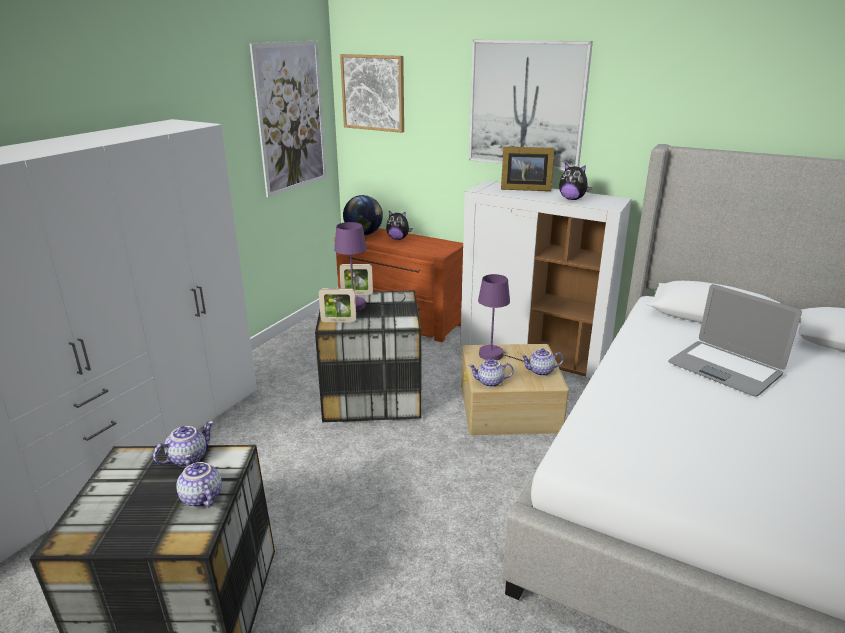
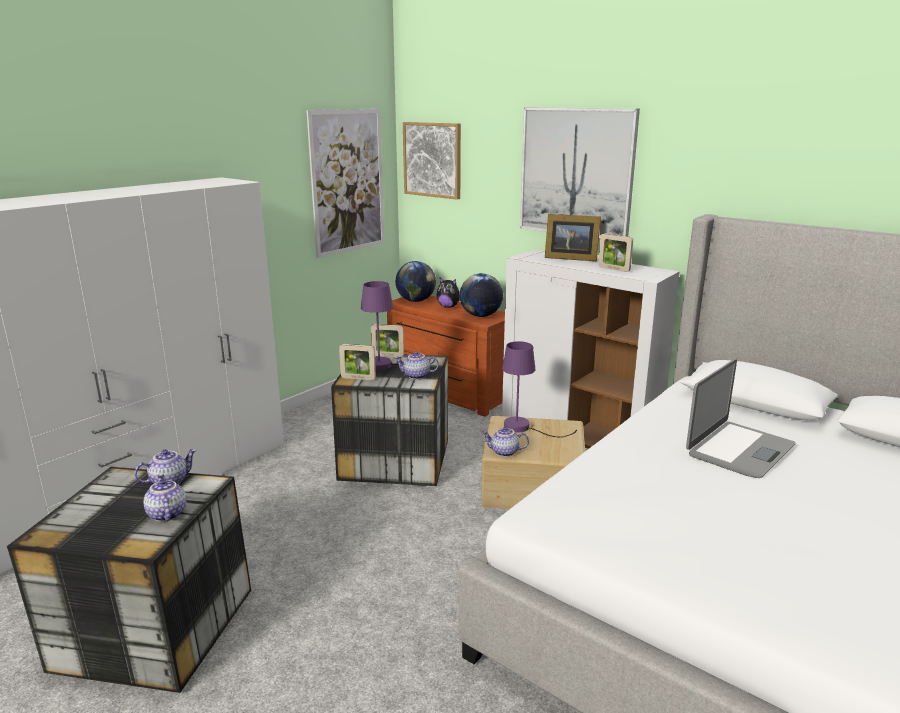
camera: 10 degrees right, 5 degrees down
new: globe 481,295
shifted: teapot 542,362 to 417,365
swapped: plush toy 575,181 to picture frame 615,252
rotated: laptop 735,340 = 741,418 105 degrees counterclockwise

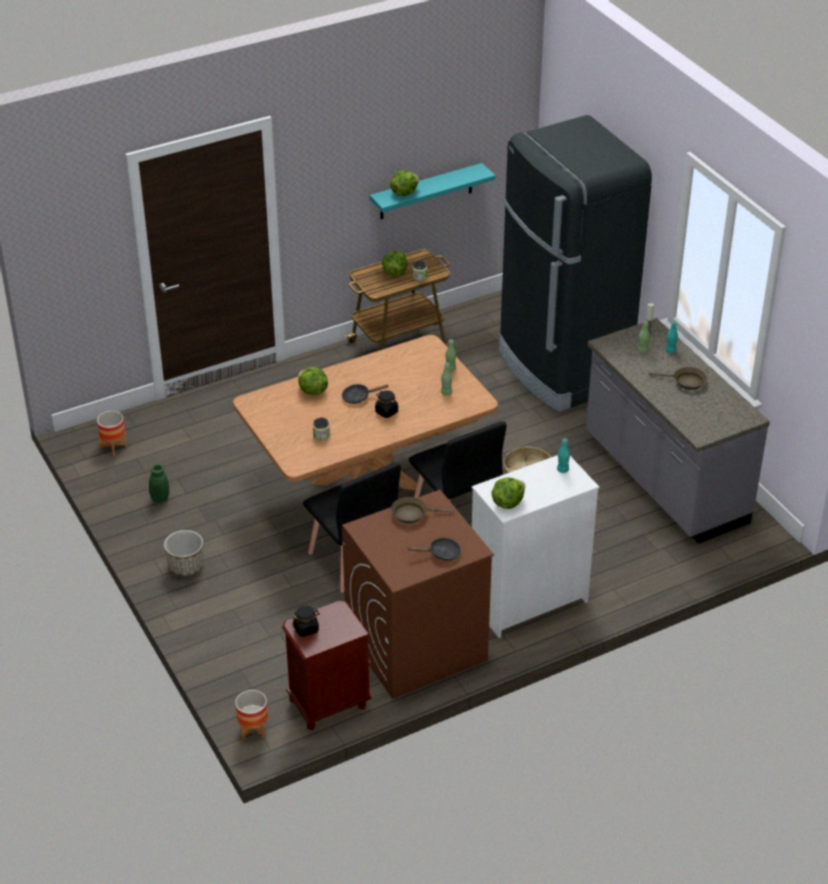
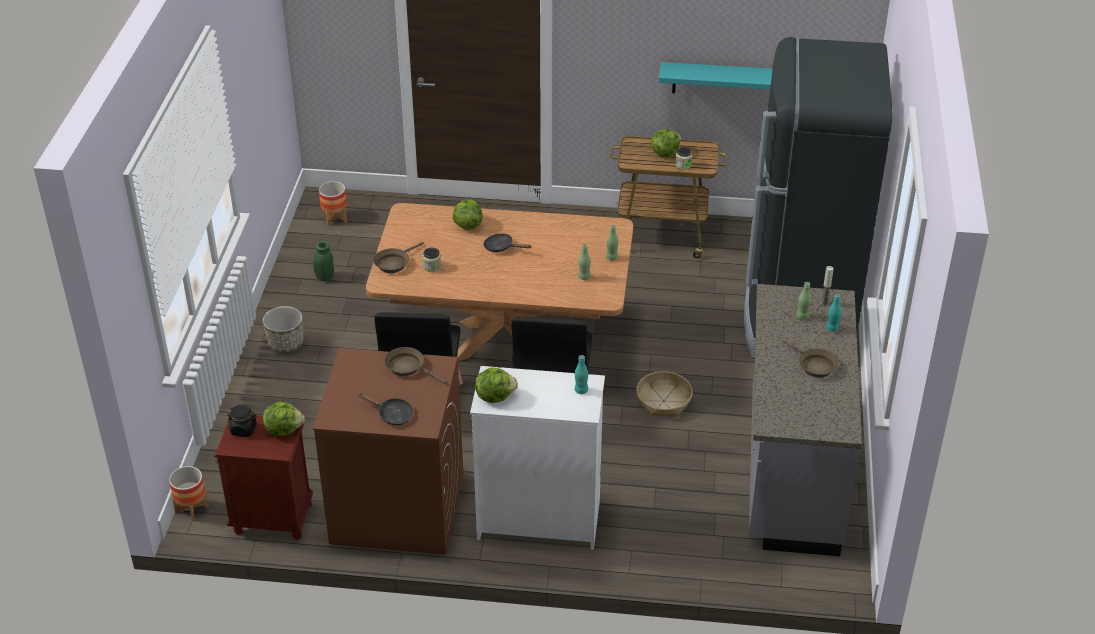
camera: 35 degrees right, 0 degrees up
gone: black jar 386,404
new: brown frying pan 398,257
shifted: lettuce 404,183 to 284,419

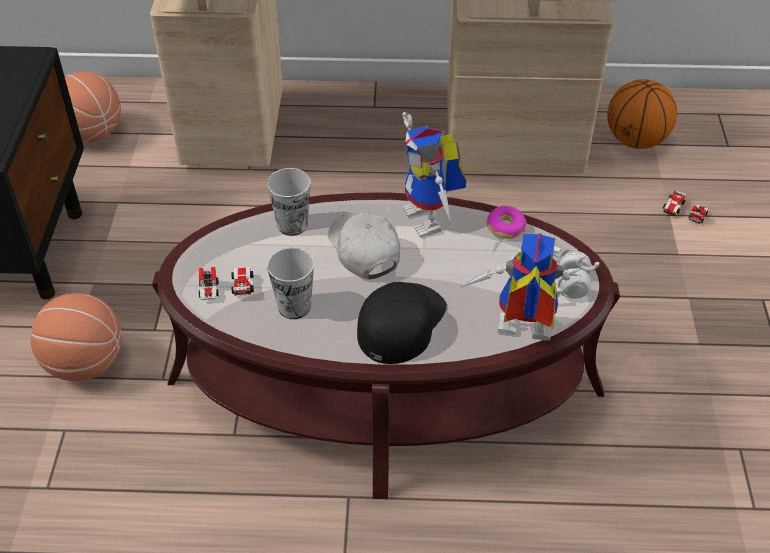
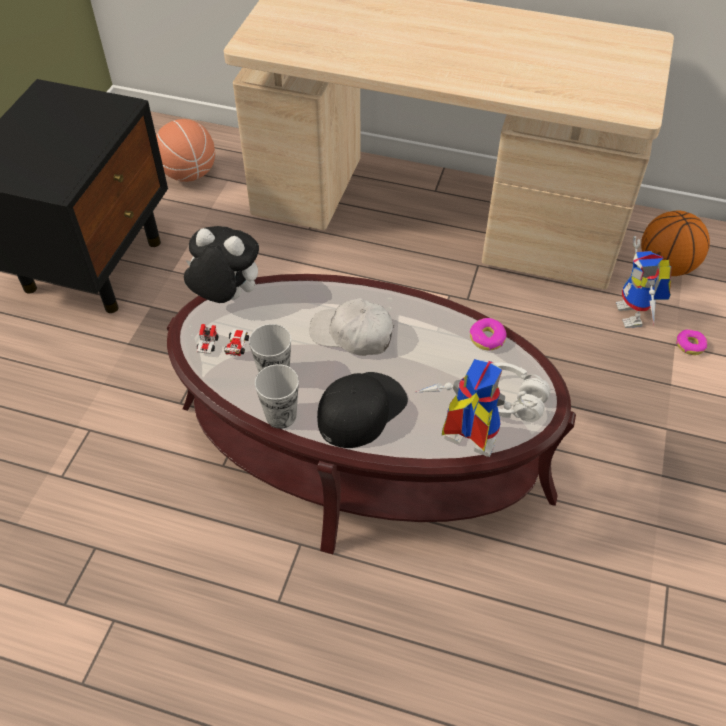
camera: 15 degrees right, 5 degrees up
gone: basketball 76,337
new: plush toy 221,264
shifted: cup 289,202 to 277,396; toy robot 434,175 to 643,282
swapped: toy car 685,207 to donut 691,342
rotated: white cap 364,246 = 351,327 60 degrees counterclockwise

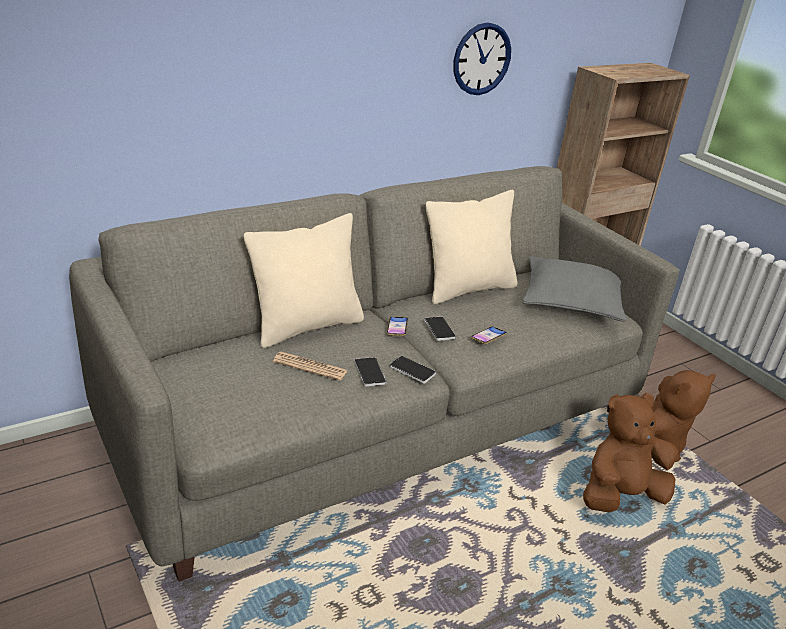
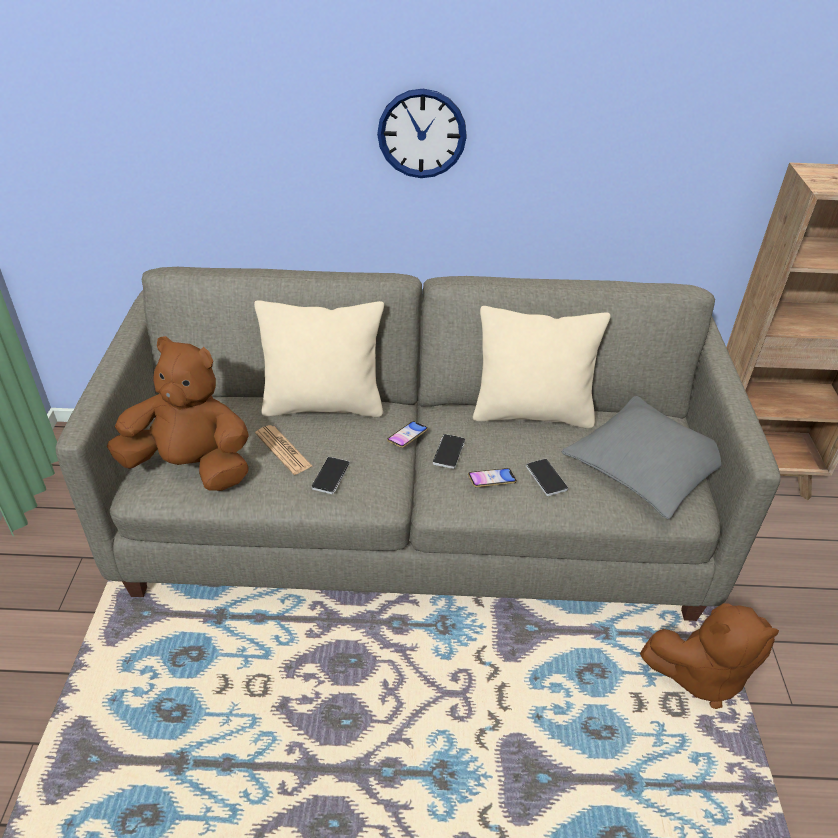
camera: 35 degrees right, 10 degrees up
shifted: phone 413,370 to 547,477; wall clock 482,58 to 422,133; brown plush toy 631,452 to 178,413

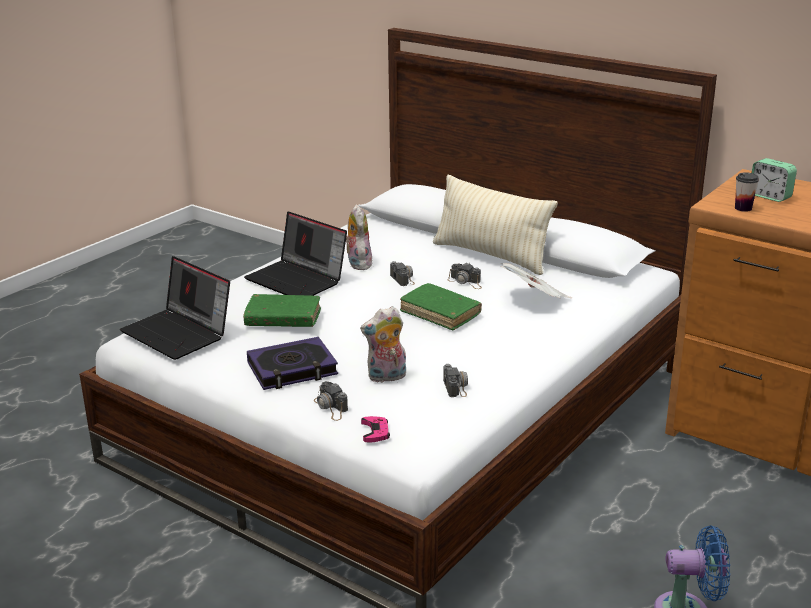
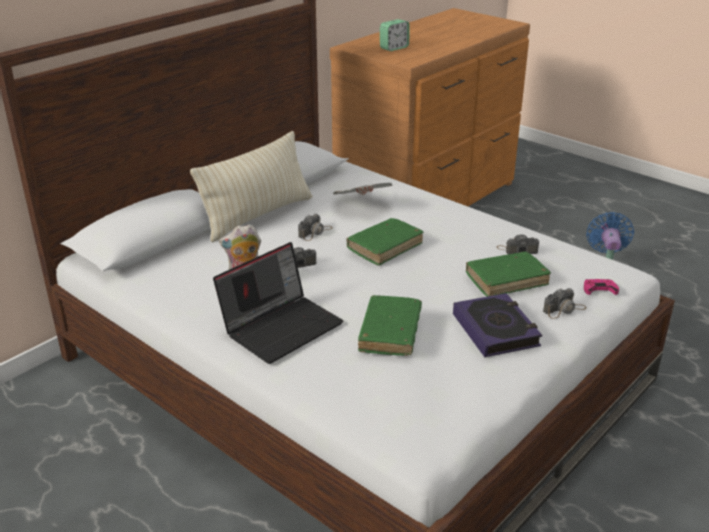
camera: 85 degrees left, 5 degrees up
gone: laptop 175,308; cup 747,192
swapped: plush toy 383,344 to green book 508,274

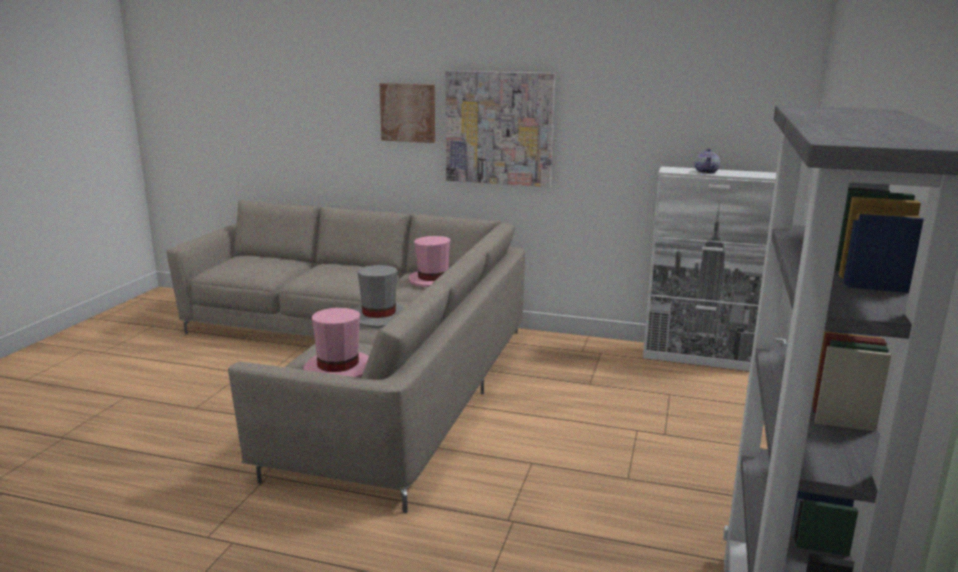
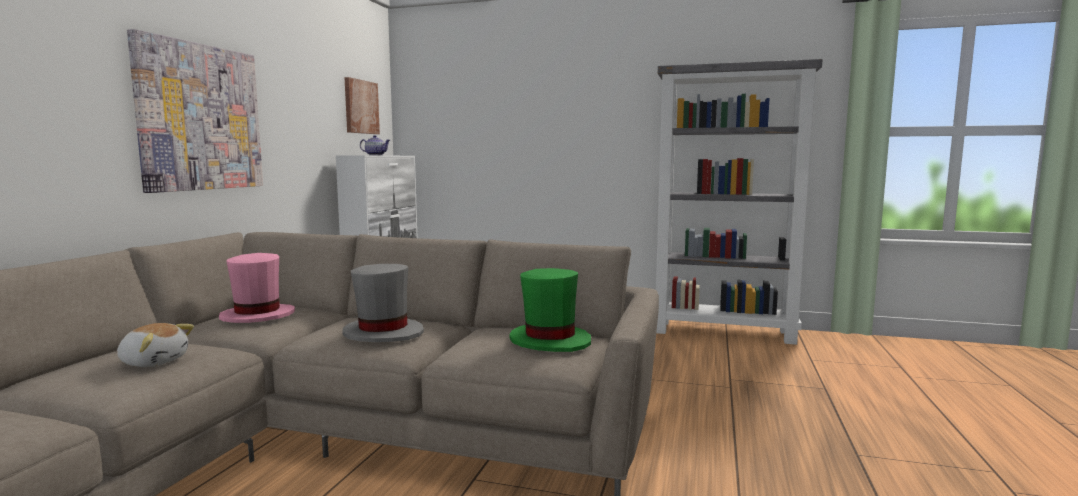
camera: 90 degrees left, 10 degrees down
new: plush toy 155,345
shifted: picture 407,113 to 362,105
repainted: pink hat 336,343 to green hat 550,310

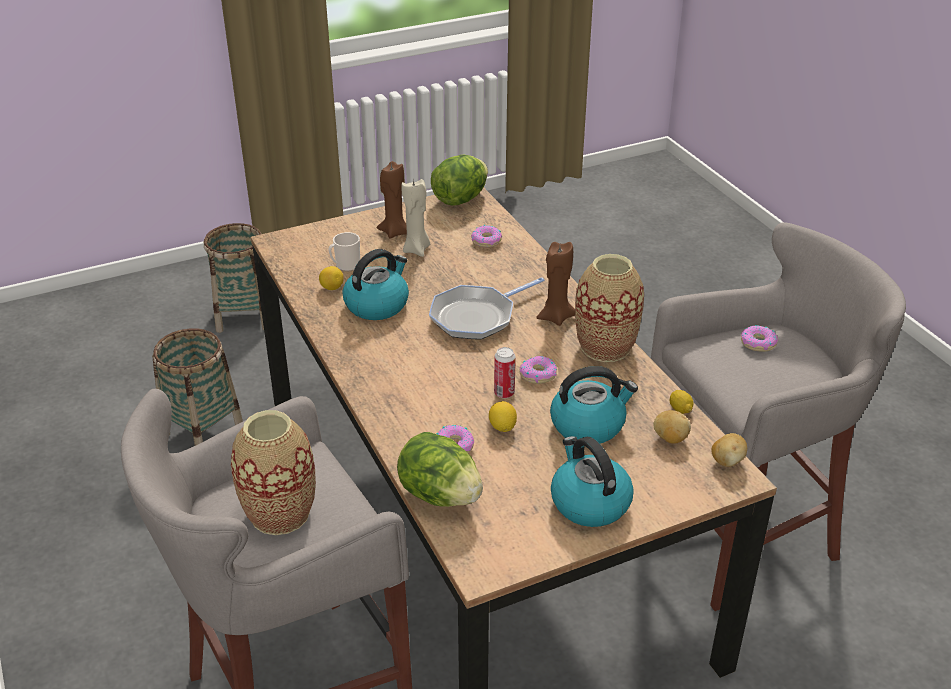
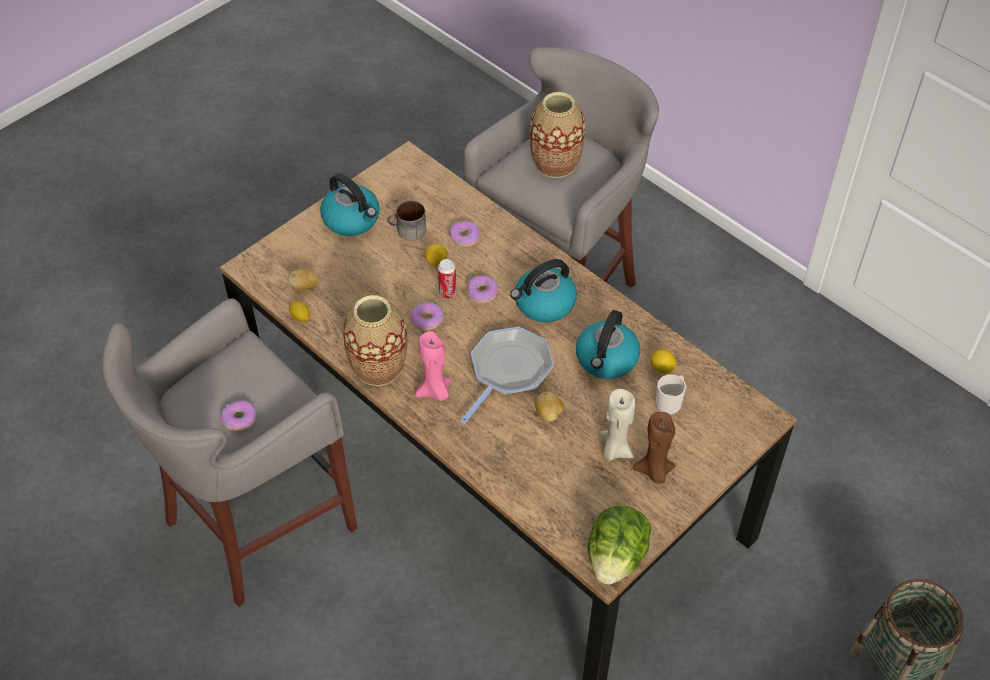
camera: 160 degrees right, 15 degrees up
gone: basket 197,387; lettuce 440,469
new: mug 406,221
shifted: donut 486,236 to 482,289; kettle 594,405 to 543,290; potato 729,450 to 549,406
repainted: brown candle 555,284 to pink candle 433,366

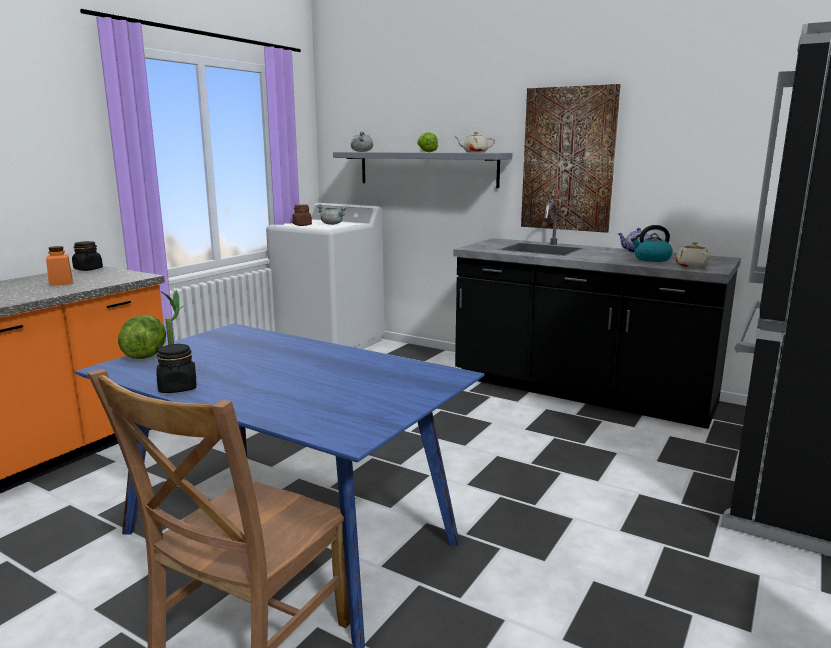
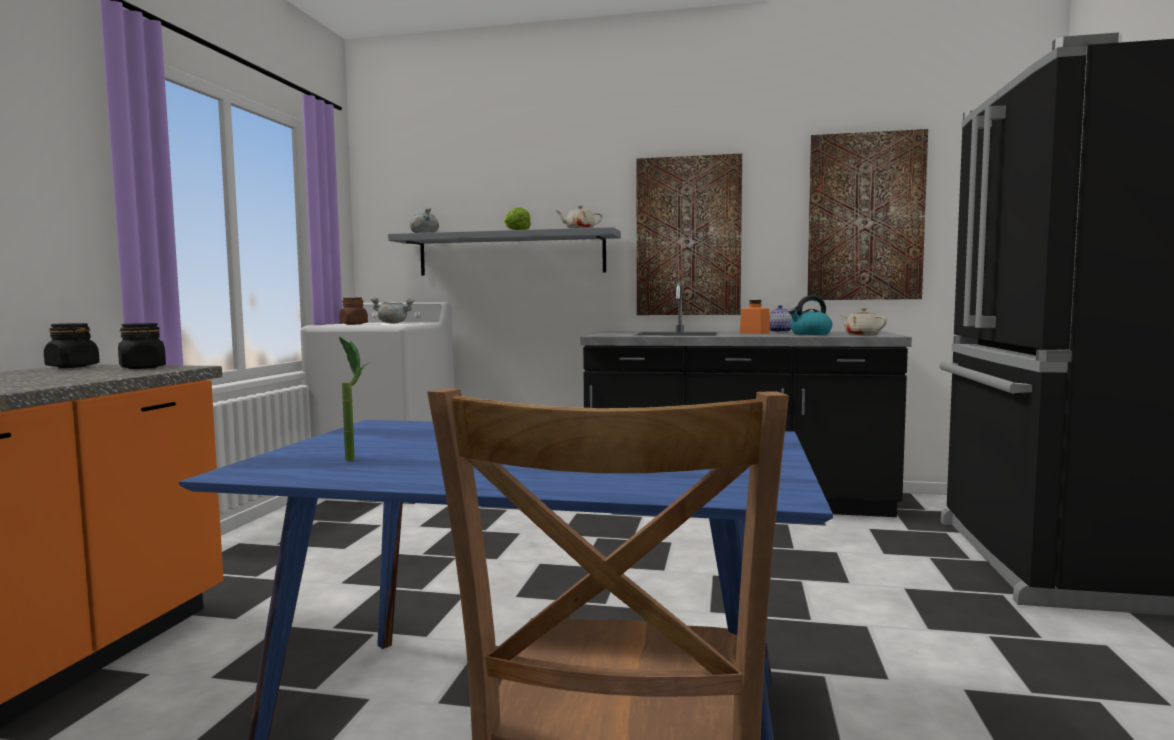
camera: 20 degrees left, 10 degrees down
gone: lettuce 142,337
new: picture 867,214
shifted: orange jar 59,266 to 755,317; black jar 176,368 to 142,346

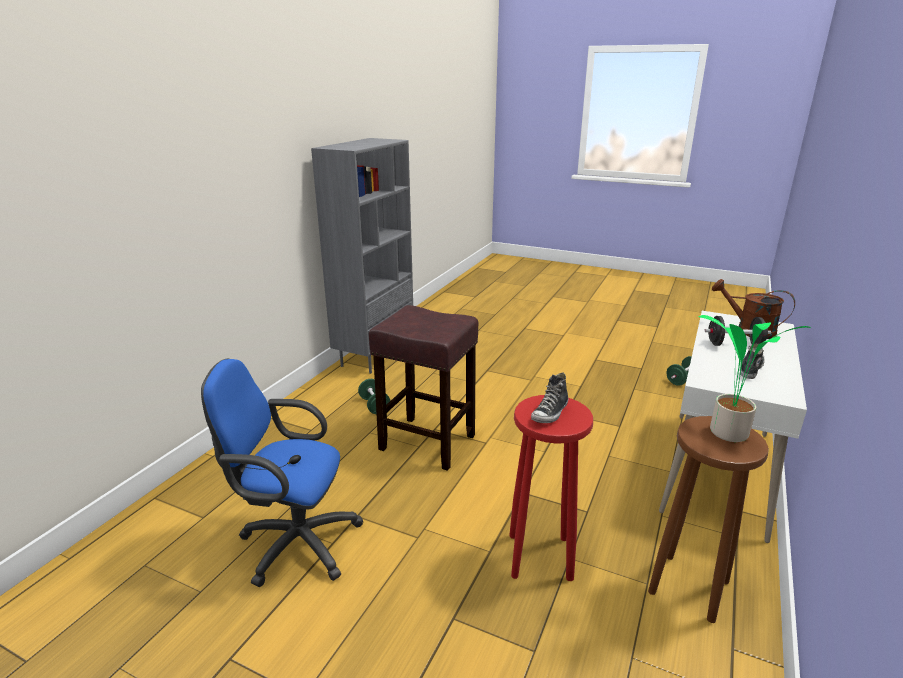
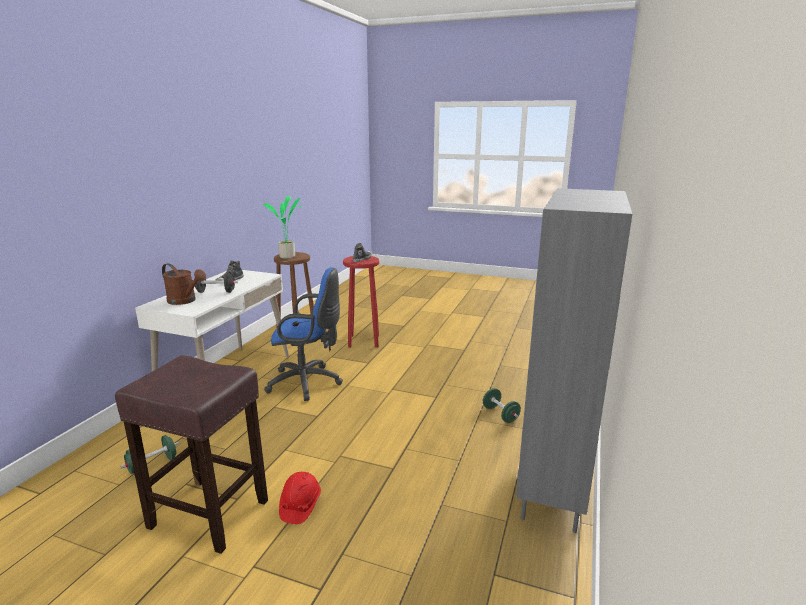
camera: 175 degrees right, 5 degrees down
new: red hard hat 300,498
shifted: blue office chair 282,473 to 303,334; brown stool 423,388 to 191,454

